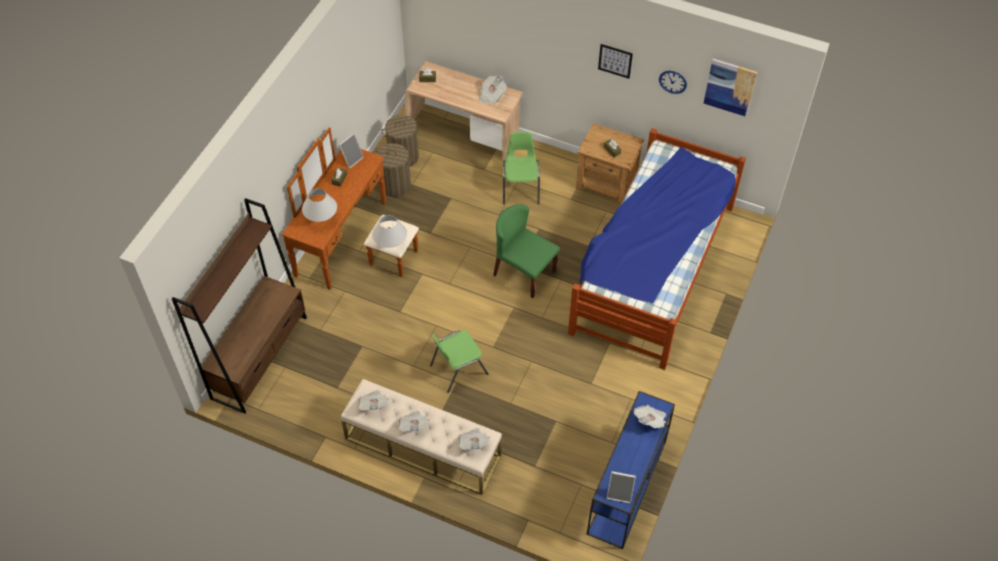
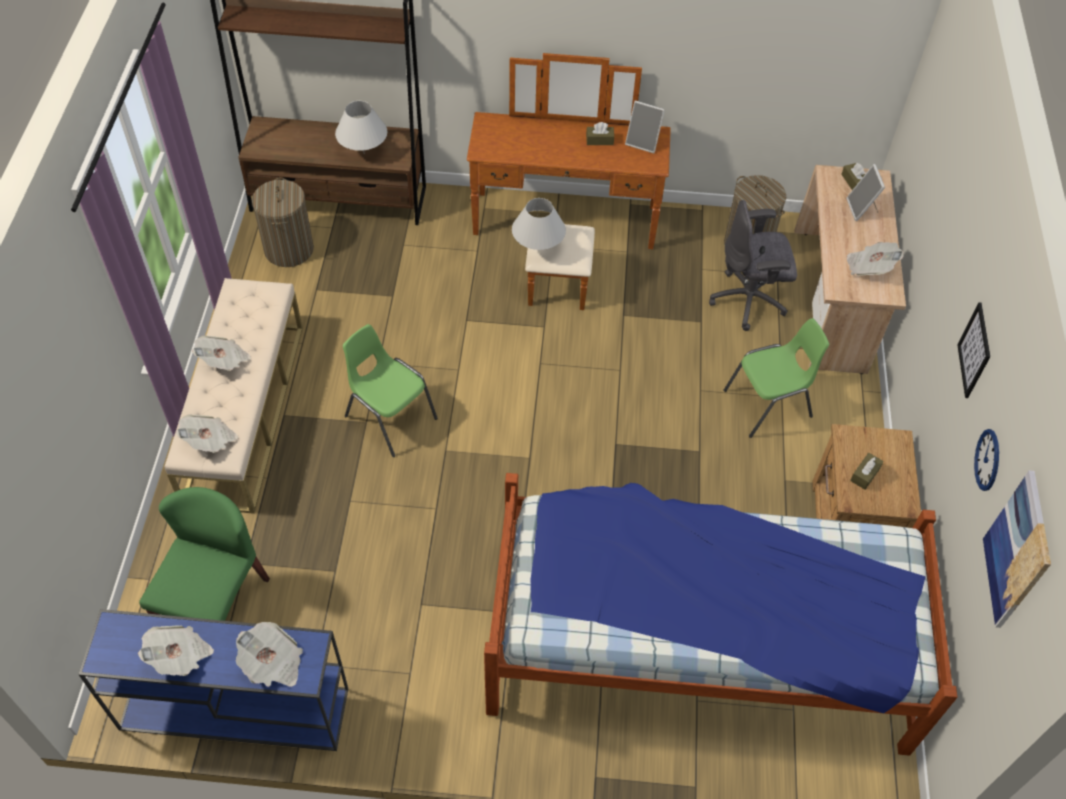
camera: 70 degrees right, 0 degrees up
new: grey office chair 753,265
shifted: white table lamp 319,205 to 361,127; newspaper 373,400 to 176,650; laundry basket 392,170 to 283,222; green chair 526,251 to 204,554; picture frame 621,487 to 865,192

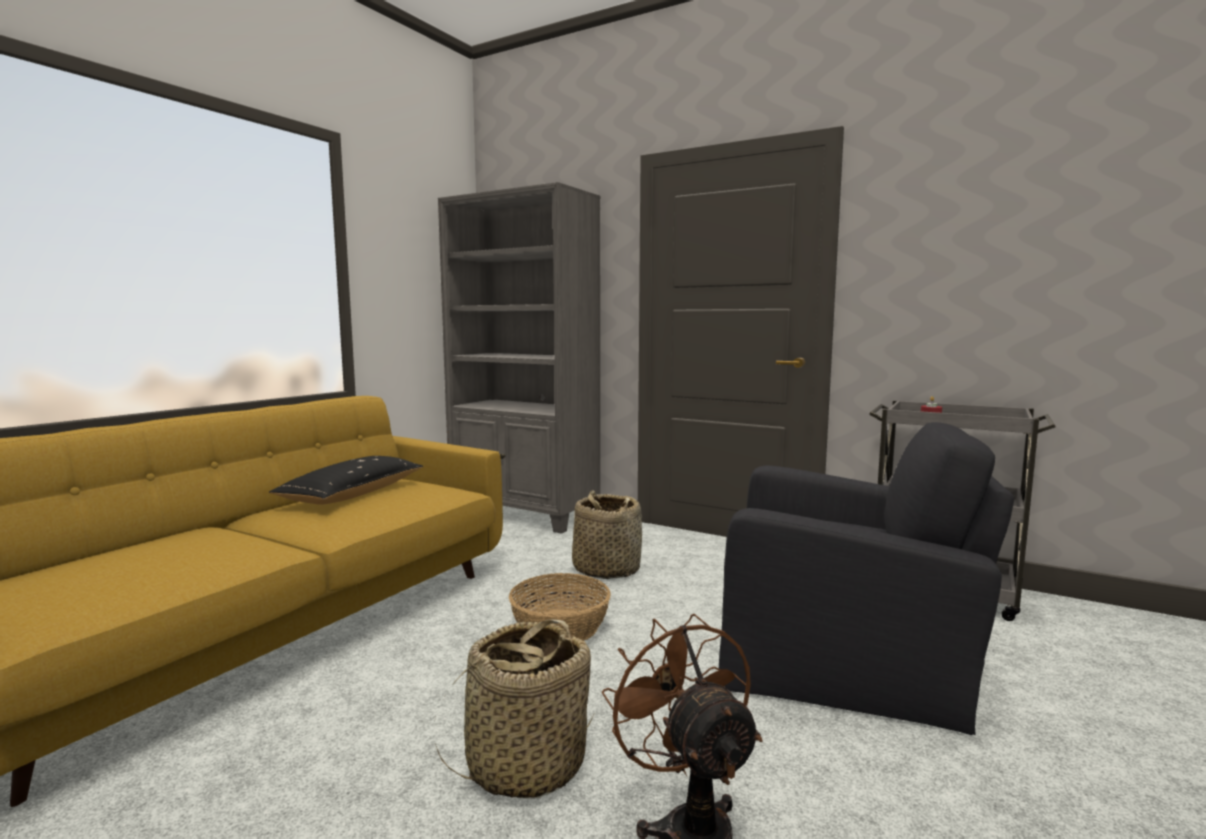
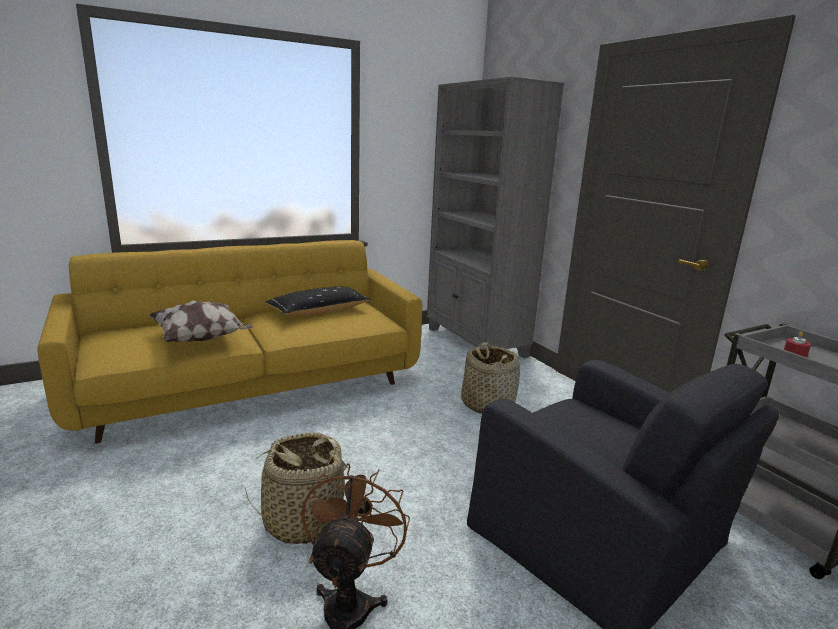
camera: 30 degrees right, 10 degrees up
gone: basket 560,607
new: pillow 201,321

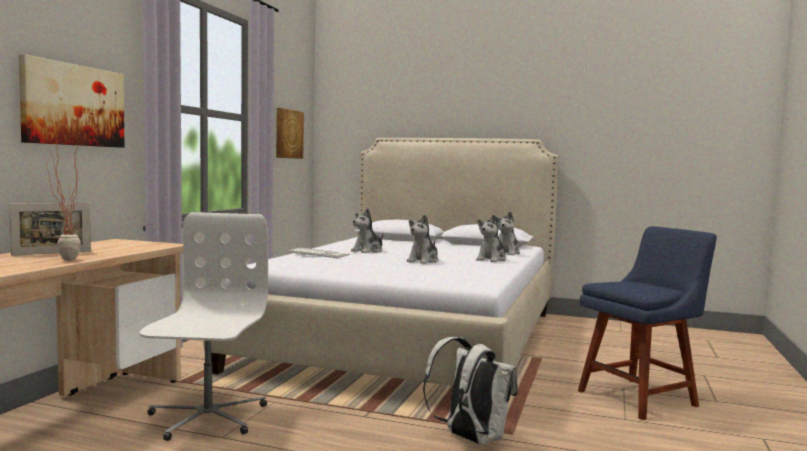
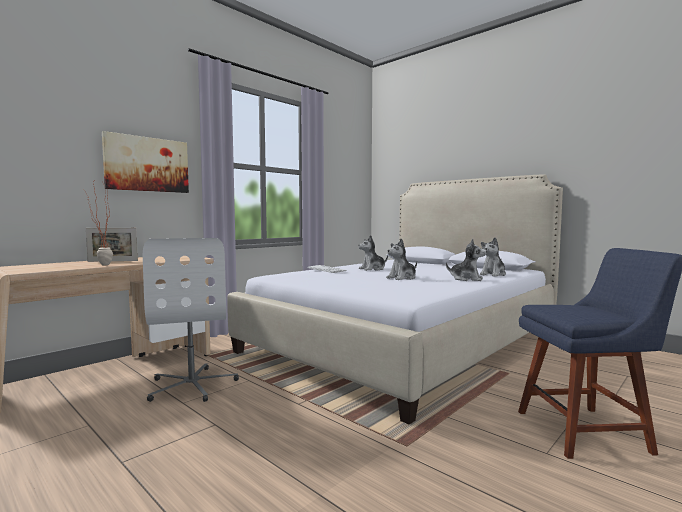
camera: 25 degrees right, 0 degrees up
gone: picture 290,133; white backpack 470,391
rotated: white office chair 204,326 = 191,320 135 degrees clockwise; plush toy 491,238 = 466,260 120 degrees counterclockwise

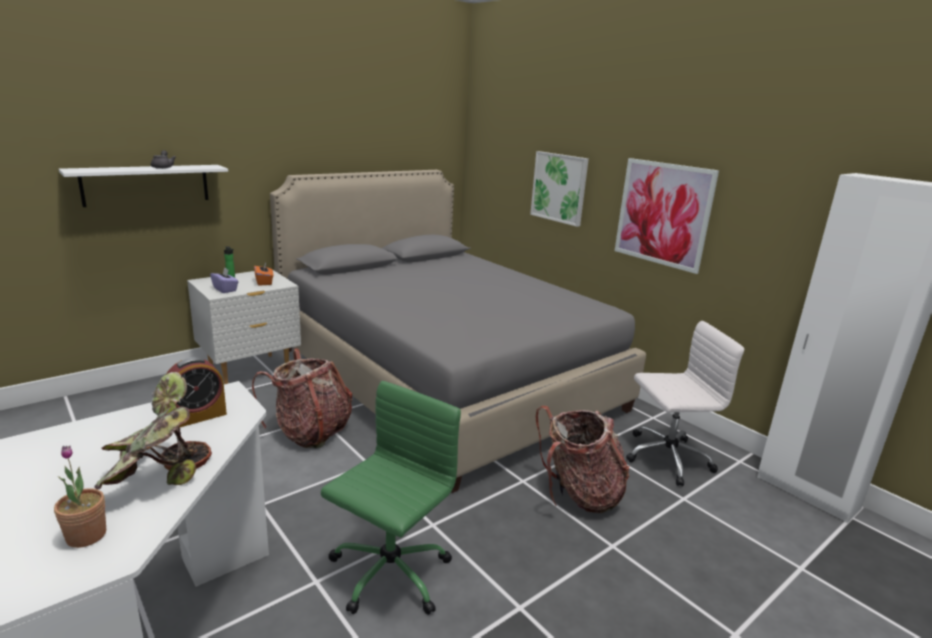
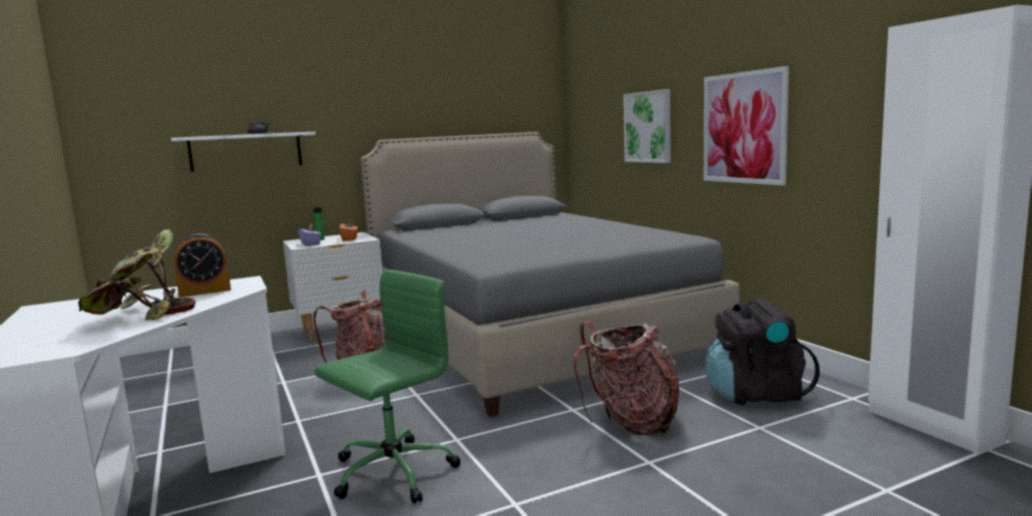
camera: 15 degrees right, 10 degrees down
gone: potted plant 80,497
swapped: white office chair 685,403 to black backpack 762,352

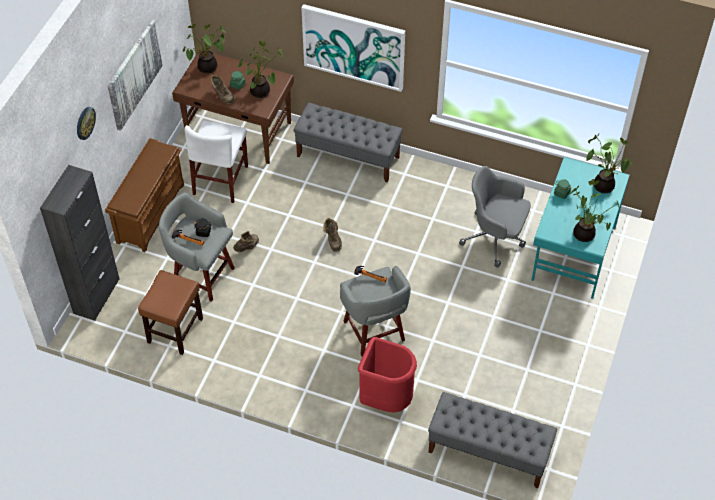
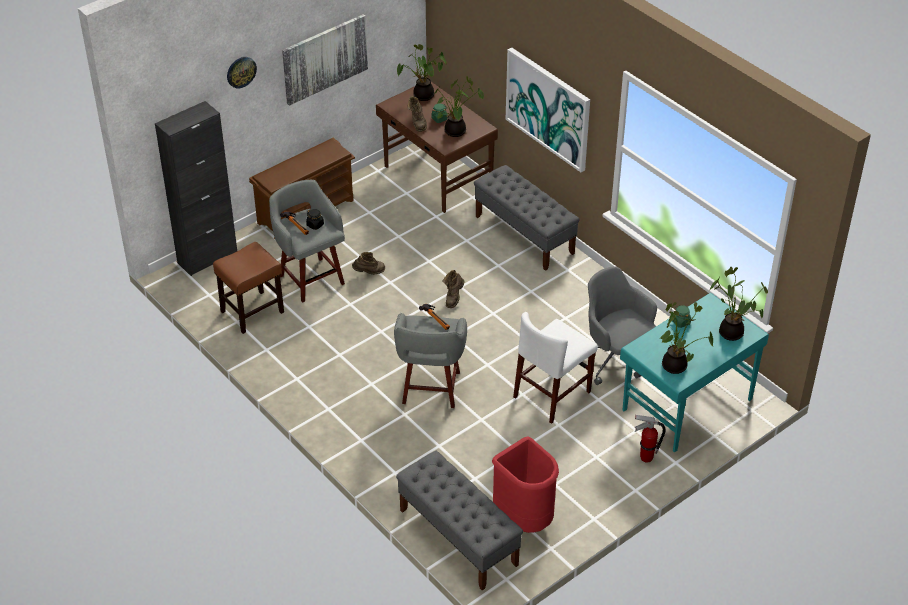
camera: 30 degrees right, 10 degrees down
new: fire extinguisher 650,439
shifted: white chair 216,161 to 555,368; red trash can 387,375 to 525,484

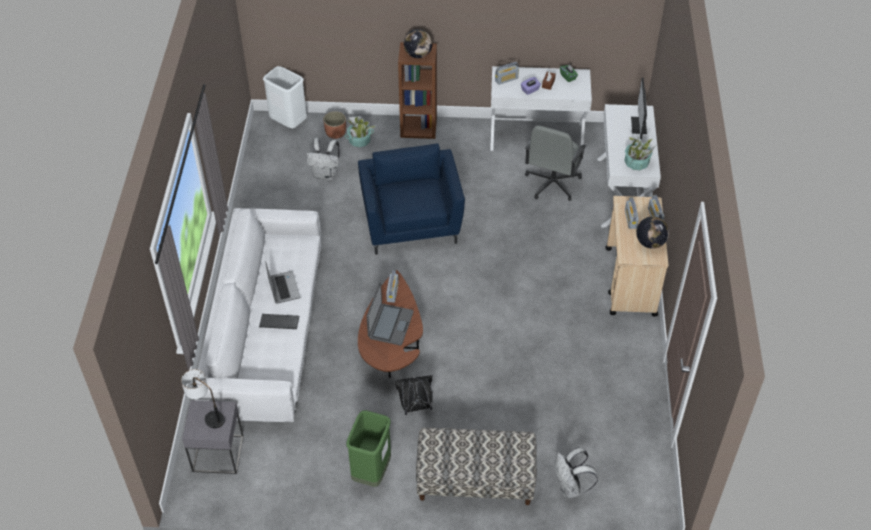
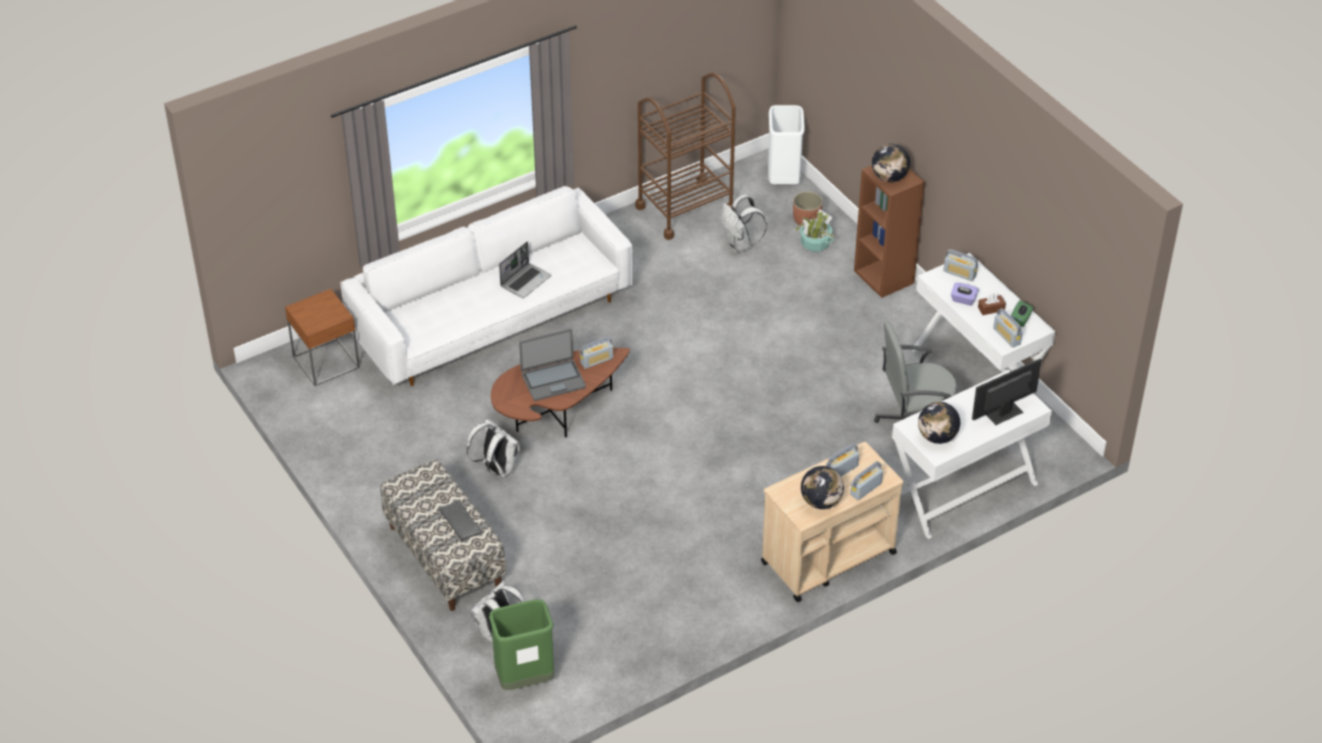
camera: 55 degrees right, 5 degrees down
gone: table lamp 203,398; blue armchair 411,199
new: brown cart 685,156; radio 1008,328
shifted: keyboard 279,321 to 460,521; green trash can 368,448 to 521,644
swapped: potted plant 640,153 to globe 939,423
repainted: grey side table 213,437 to brown side table 322,337; black backpack 413,395 to white backpack 494,448

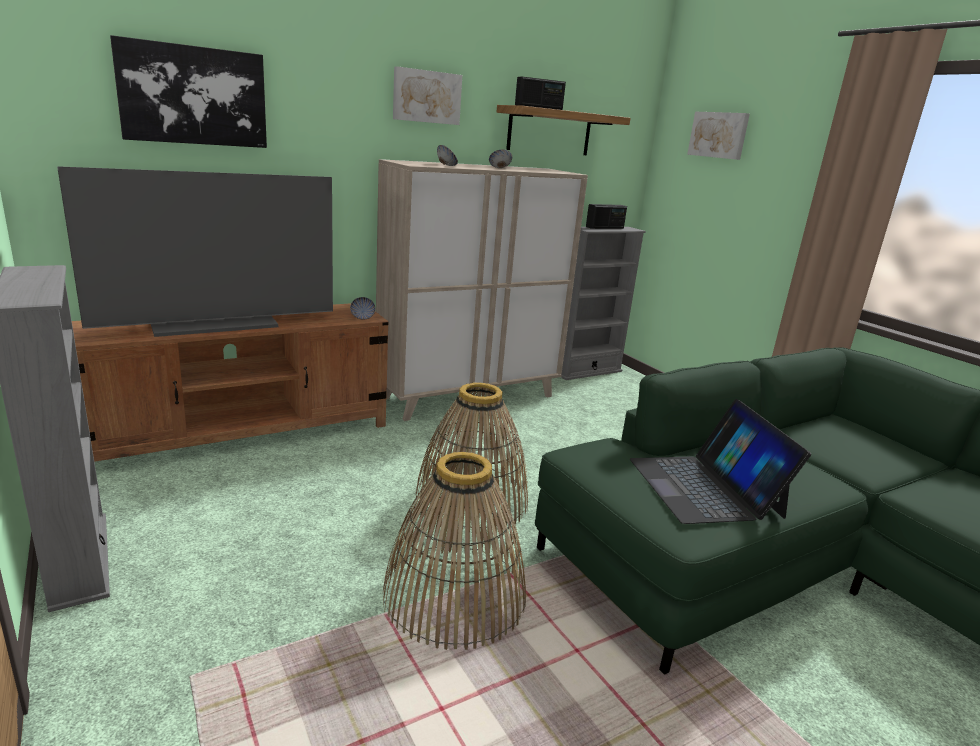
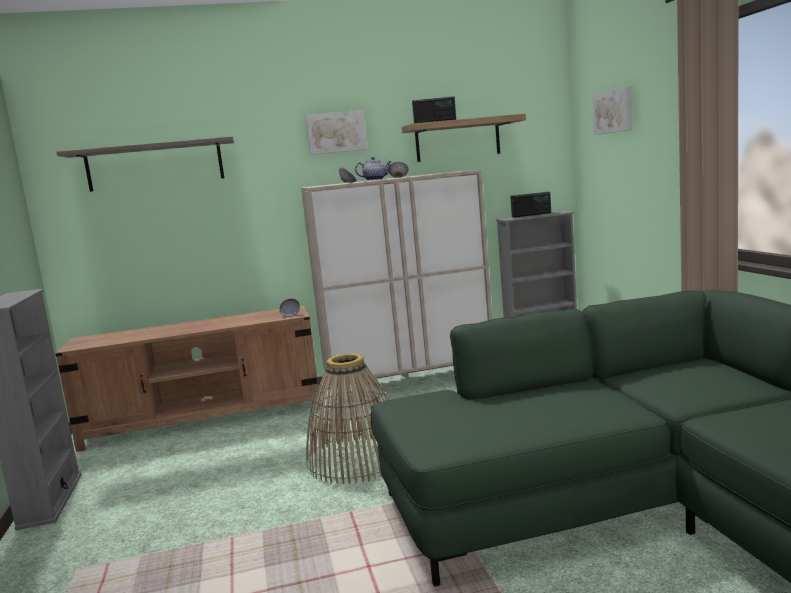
camera: 20 degrees right, 10 degrees down
gone: television 195,251; basket 454,551; laptop 720,461
new: teapot 373,168
swapped: picture 188,91 to shelf 145,164

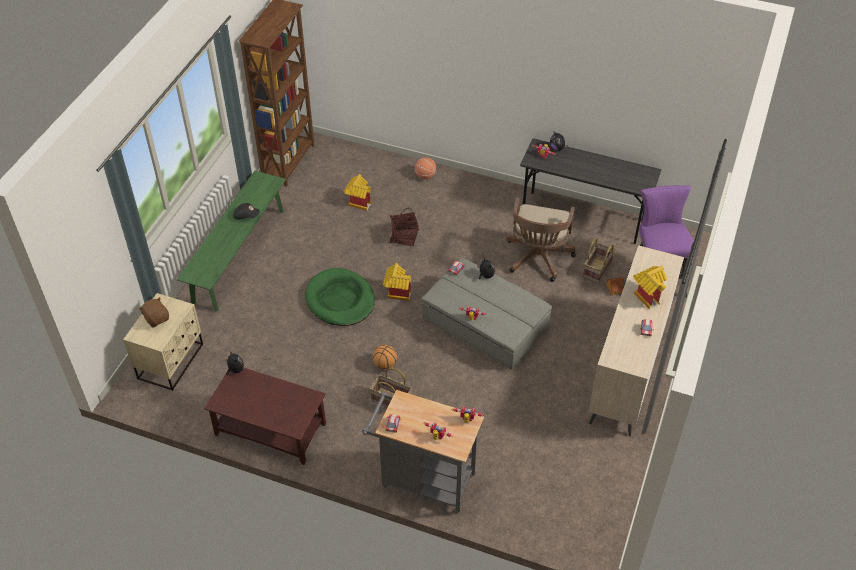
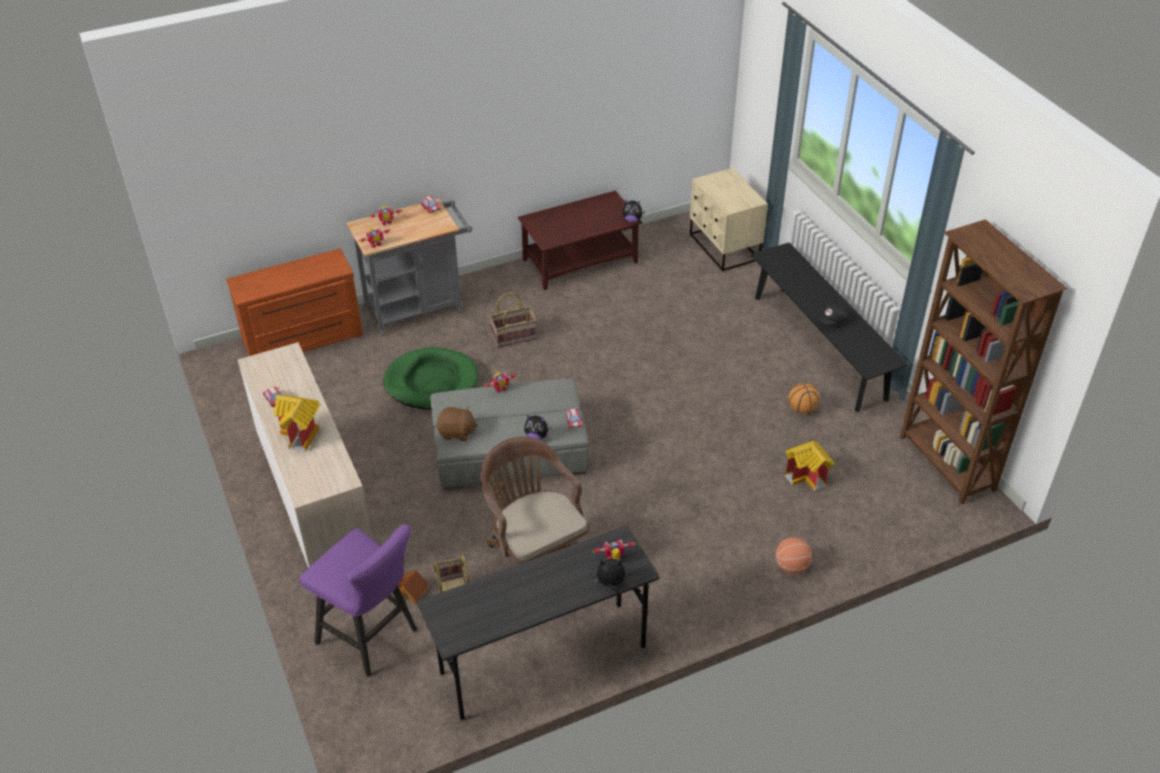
camera: 135 degrees right, 5 degrees down
gone: toy house 397,282; basket 404,227
new: brown dresser 294,302
shifted: brown plush toy 154,312 to 457,423; green dog bed 340,297 to 430,378; basketball 384,357 to 804,398
repainted: green bench 231,241 to black bench 829,327

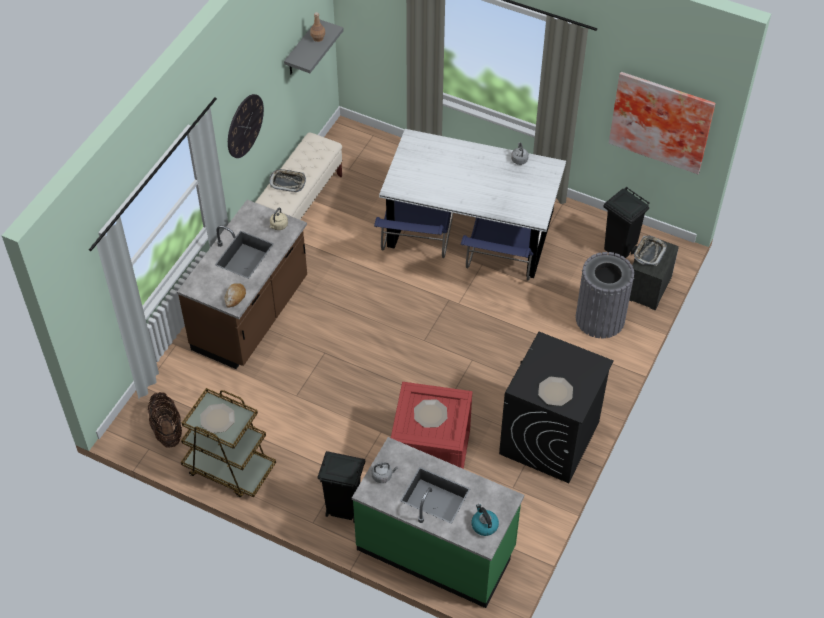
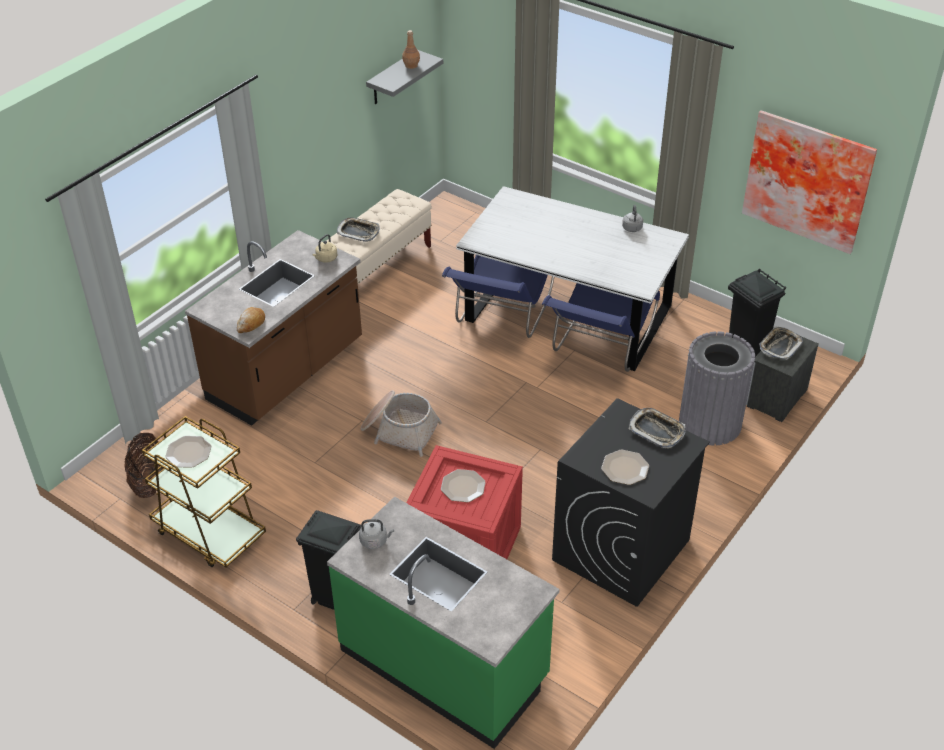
camera: 10 degrees right, 10 degrees down
gone: wall clock 246,126; kettle 485,520
new: basket 401,424; tray 657,428

